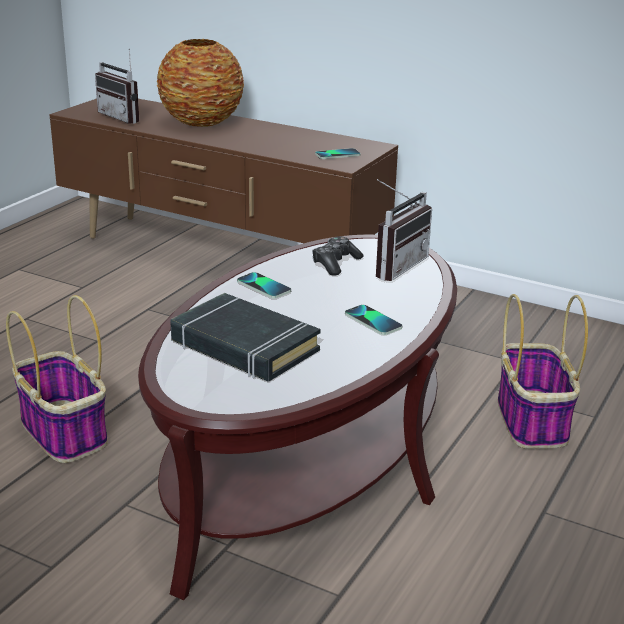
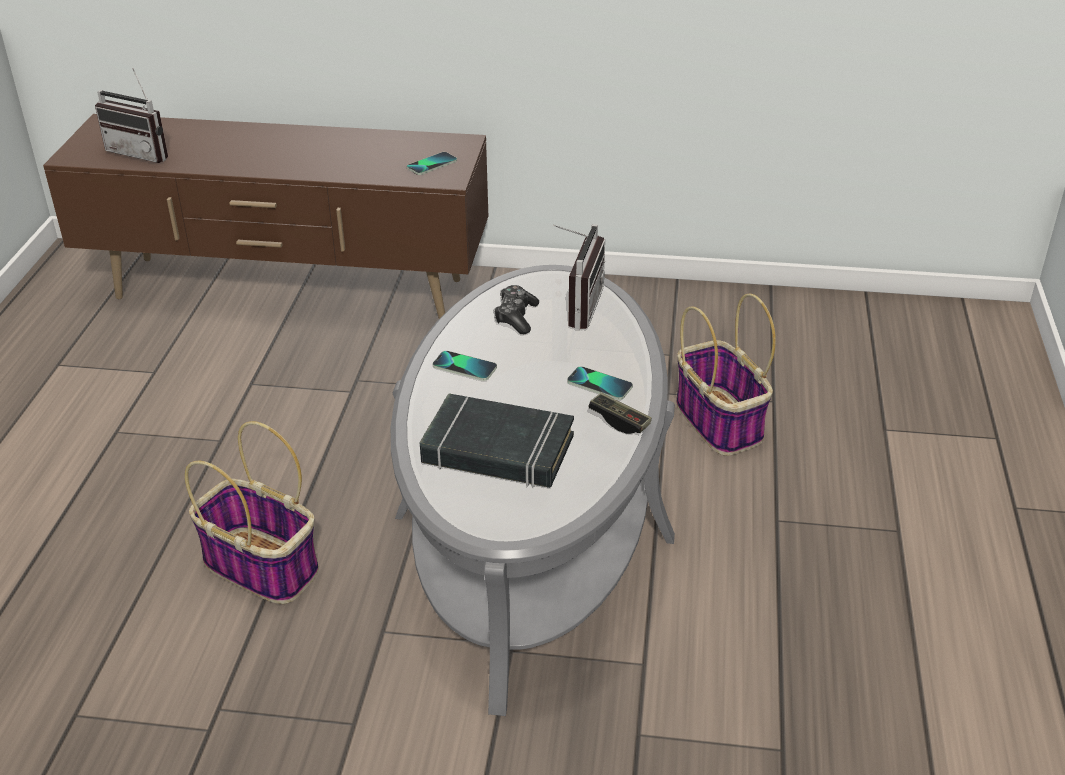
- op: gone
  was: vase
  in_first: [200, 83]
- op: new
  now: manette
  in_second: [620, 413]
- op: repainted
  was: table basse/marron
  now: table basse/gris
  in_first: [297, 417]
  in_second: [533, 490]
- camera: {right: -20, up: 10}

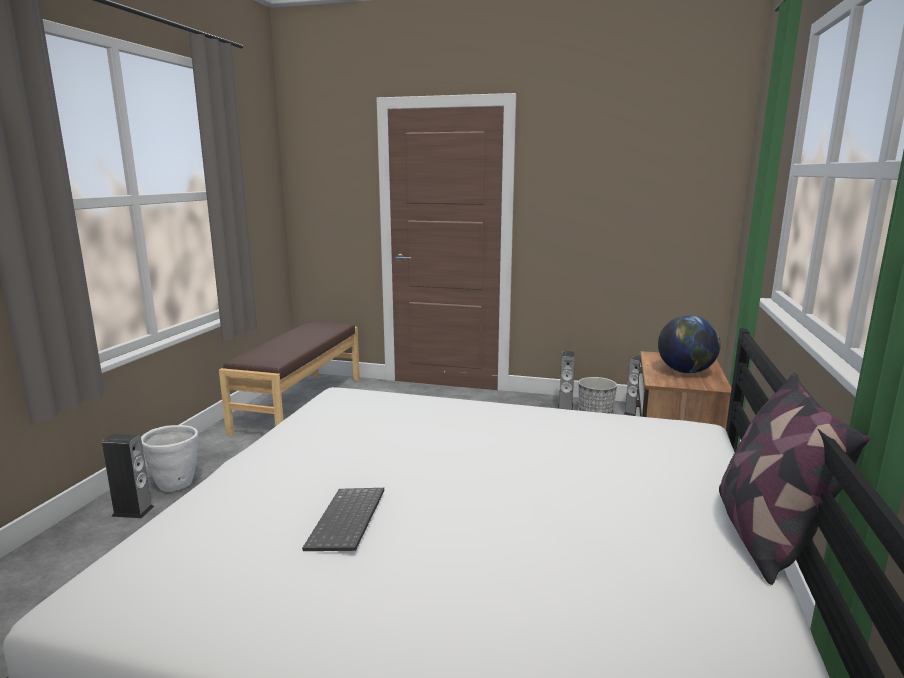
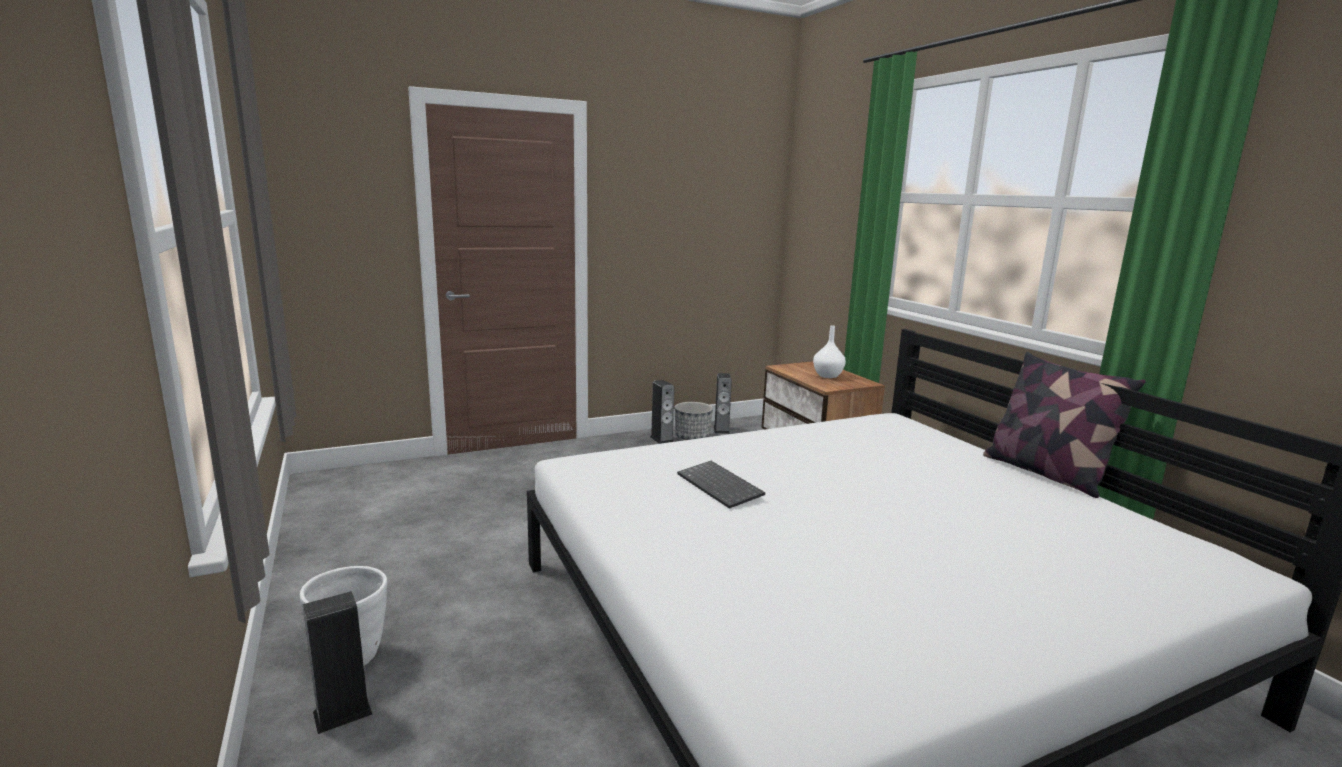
- op: gone
  was: banc/marron
  in_first: [289, 378]
- op: shifted
  was: clavier
  in_first: [343, 519]
  in_second: [721, 485]
- op: swapped
  was: globe
  now: vase/blanc
  in_first: [689, 344]
  in_second: [829, 351]
- camera: {right: -40, up: 0}

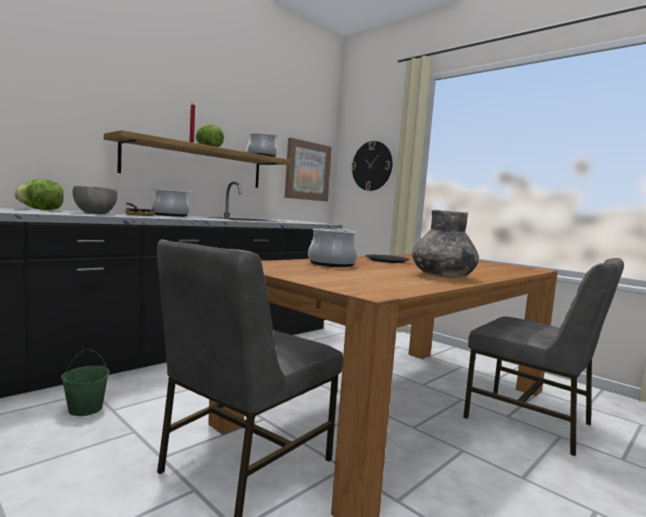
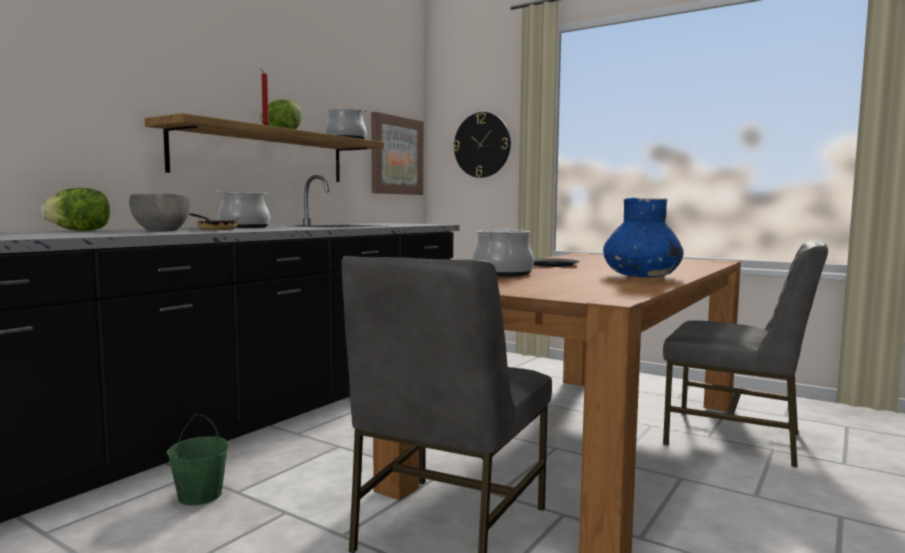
- op: repainted
  was: vase/gris
  now: vase/bleu
  in_first: [445, 244]
  in_second: [643, 237]
- camera: {right: -10, up: 0}

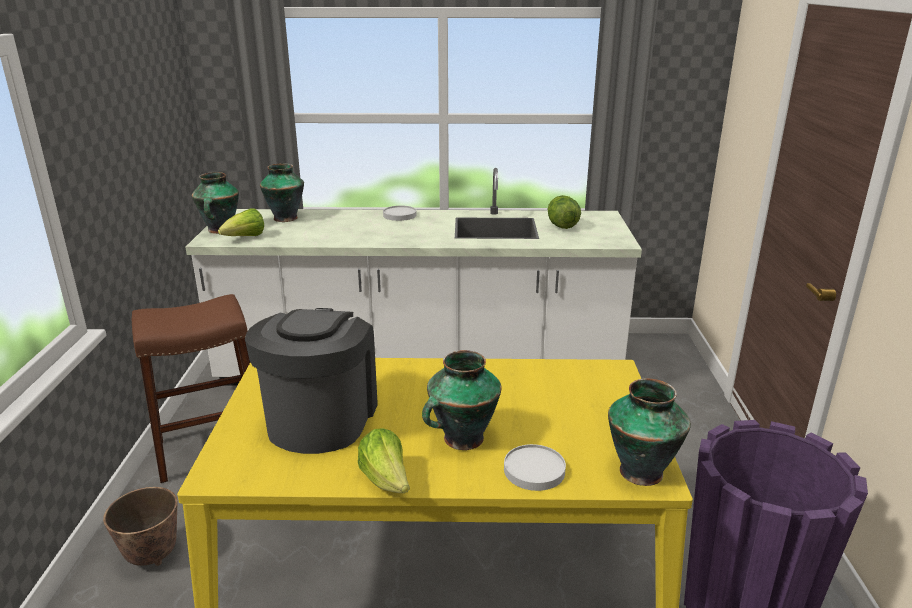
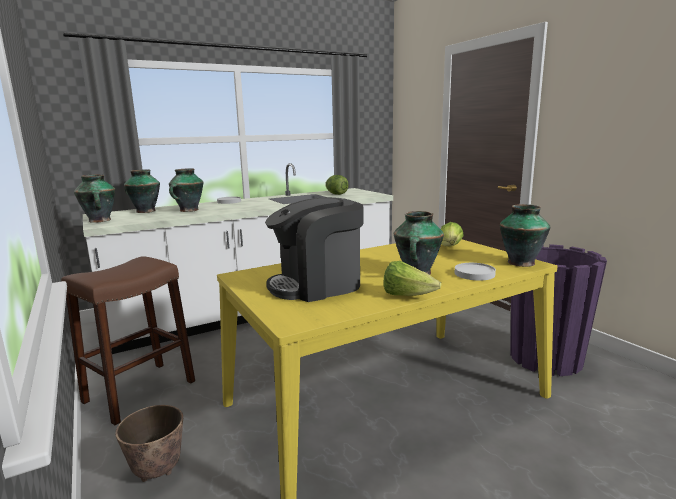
- op: new
  now: vase
  in_second: [186, 190]
- op: shifted
  was: laitue
  in_first: [241, 222]
  in_second: [452, 234]
- op: rotated
  was: machine à café
  in_first: [311, 381]
  in_second: [314, 249]
  clockwise: -90
- camera: {right: -30, up: -10}

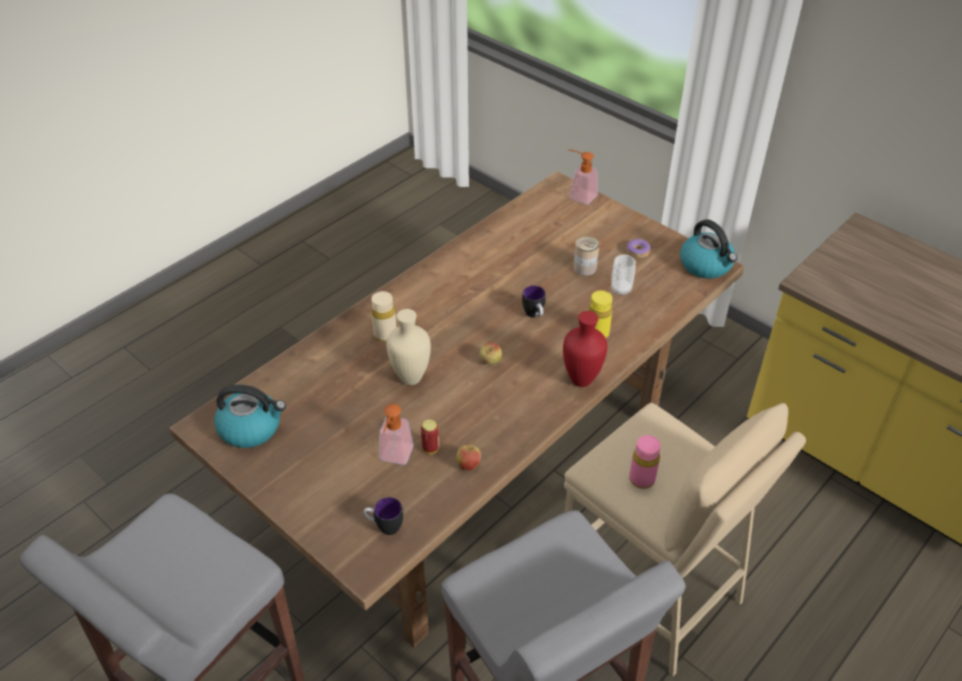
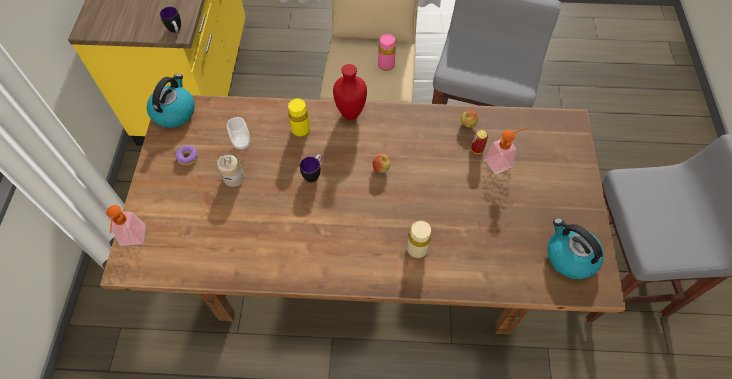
- op: gone
  was: vase/beige
  in_first: [409, 347]
- op: shifted
  was: mug
  in_first: [383, 516]
  in_second: [170, 20]
- camera: {right: -130, up: 15}

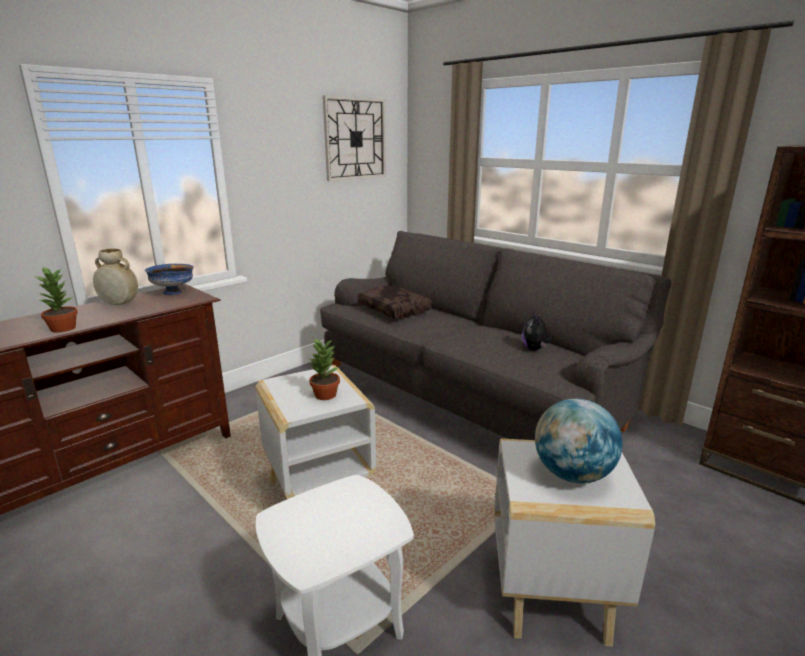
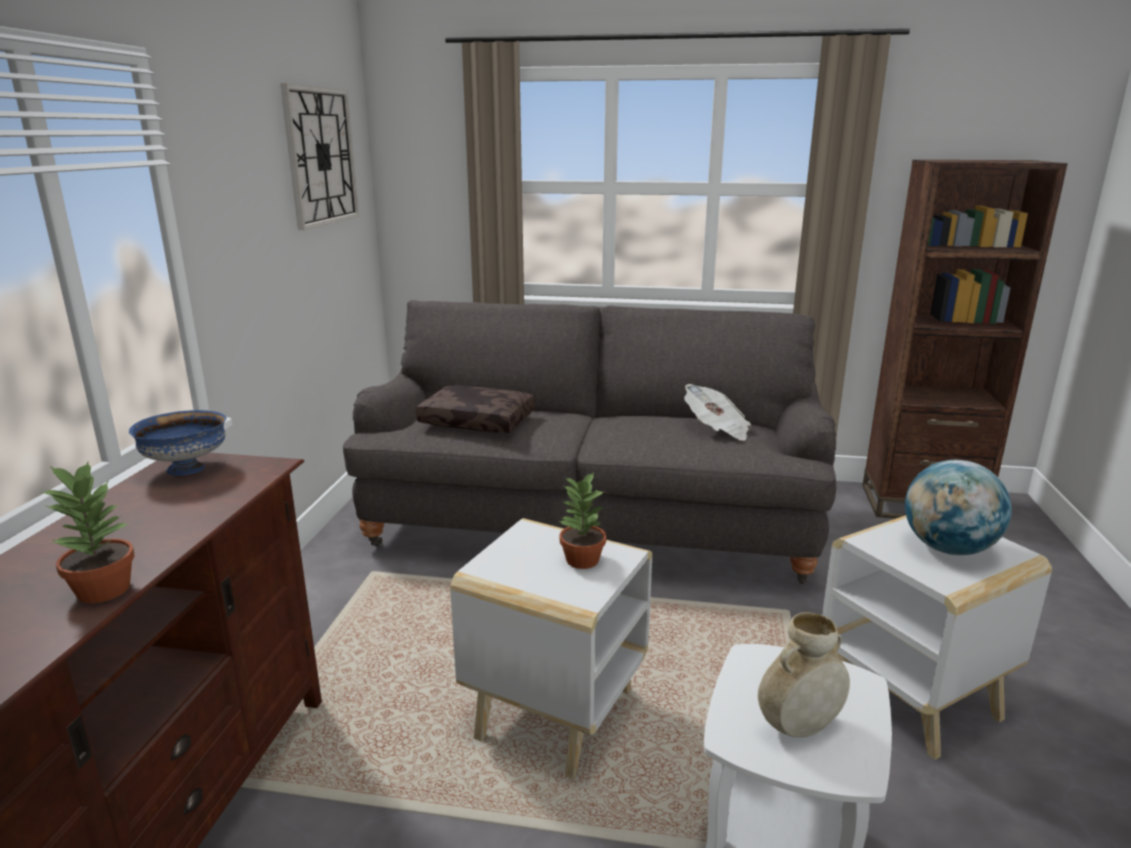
- op: shifted
  was: vase/beige
  in_first: [115, 276]
  in_second: [804, 675]
- op: swapped
  was: peluche
  now: journal
  in_first: [537, 331]
  in_second: [717, 412]
- camera: {right: -35, up: 0}

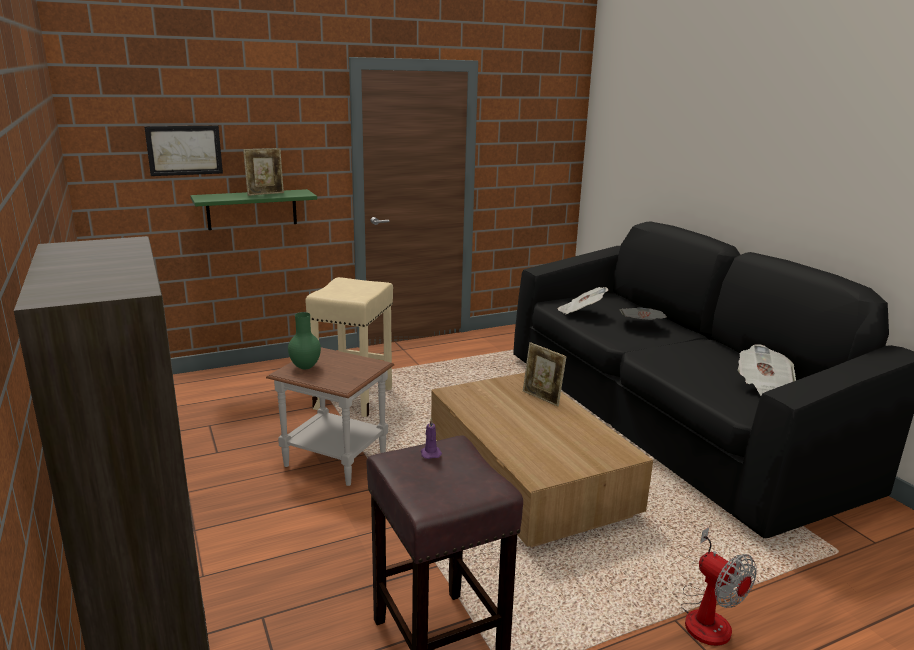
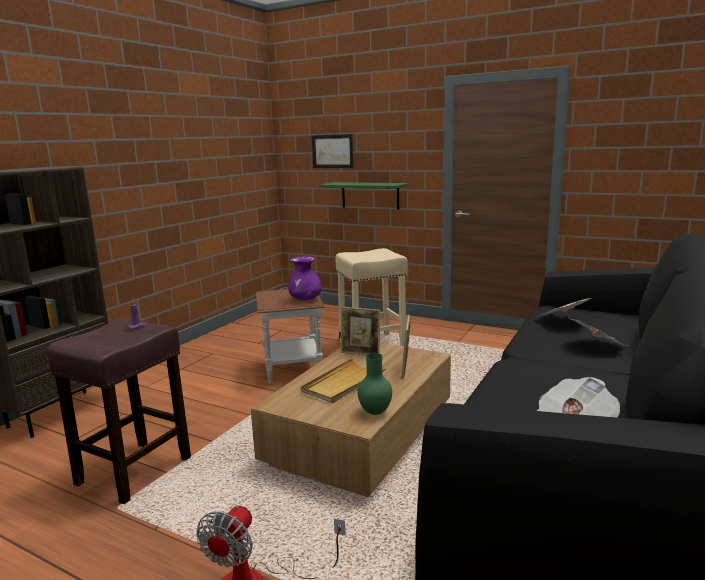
- op: new
  now: vase/violet
  in_second: [305, 278]
- op: new
  now: plateau/beige
  in_second: [343, 380]
- op: shifted
  was: cadre photo
  in_first: [263, 172]
  in_second: [361, 331]
- op: shifted
  was: vase/vert
  in_first: [304, 340]
  in_second: [374, 384]
- camera: {right: 55, up: -5}

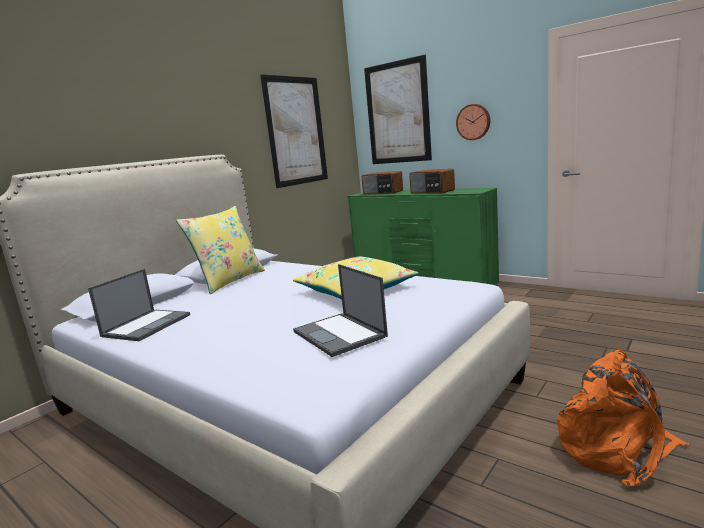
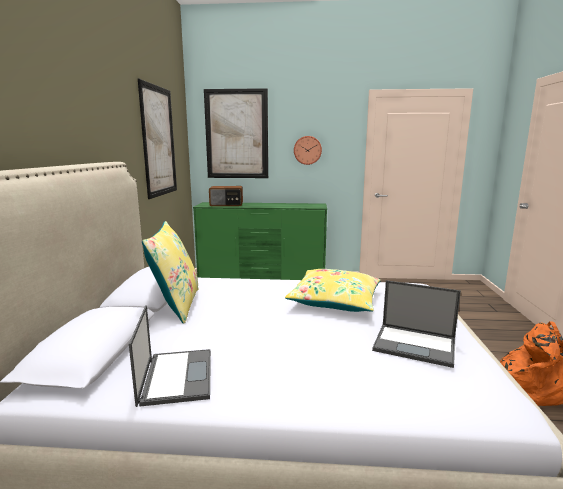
- op: gone
  was: radio
  in_first: [432, 181]
- camera: {right: -35, up: 0}

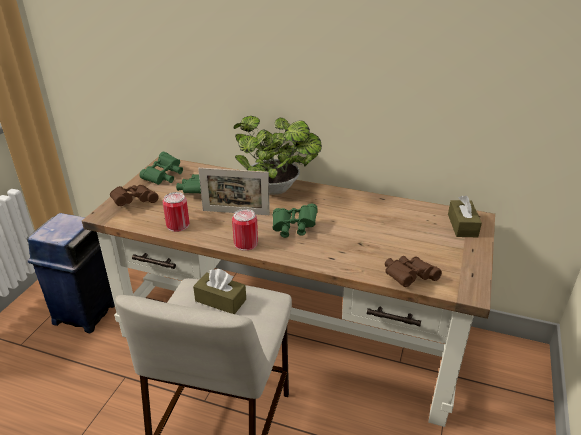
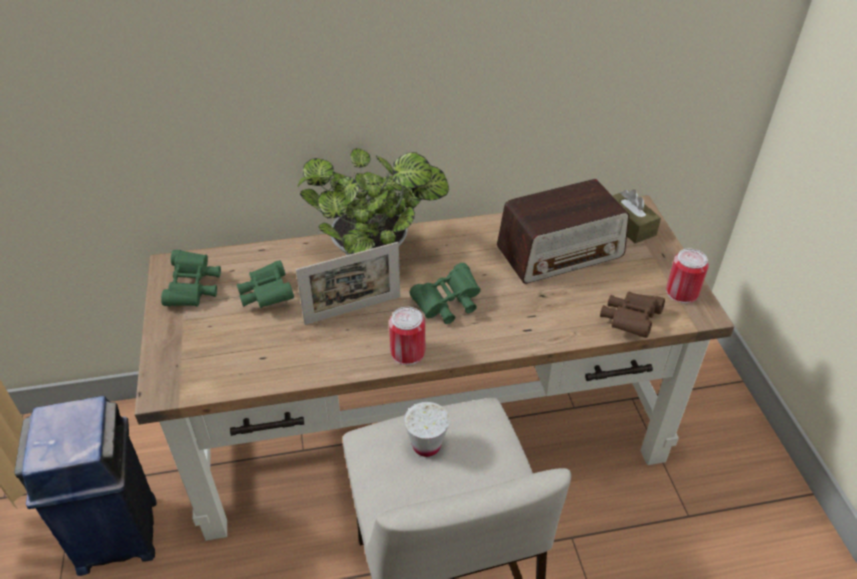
- op: gone
  was: jumelles/marron
  in_first: [134, 195]
- op: new
  now: radio
  in_second: [563, 231]
- op: shifted
  was: boîte métallique
  in_first: [176, 212]
  in_second: [687, 276]
- op: swapped
  was: boîte à mouchoirs/marron
  now: tasse/blanc
  in_first: [219, 291]
  in_second: [427, 429]
- camera: {right: -30, up: 10}

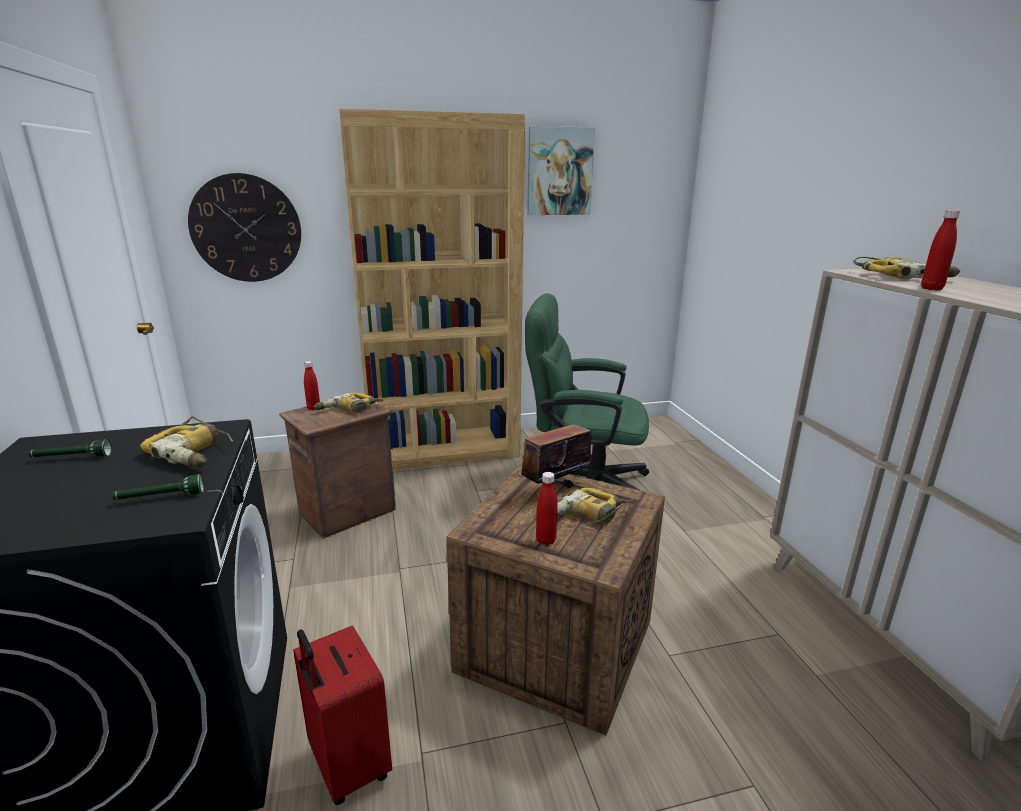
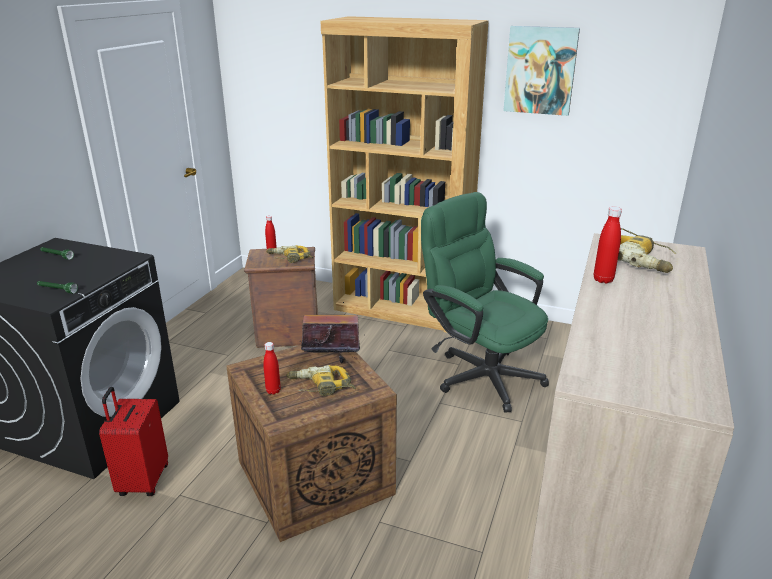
- op: gone
  was: perceuse
  in_first: [186, 442]
- op: gone
  was: horloge murale
  in_first: [244, 227]
- camera: {right: 35, up: 5}

